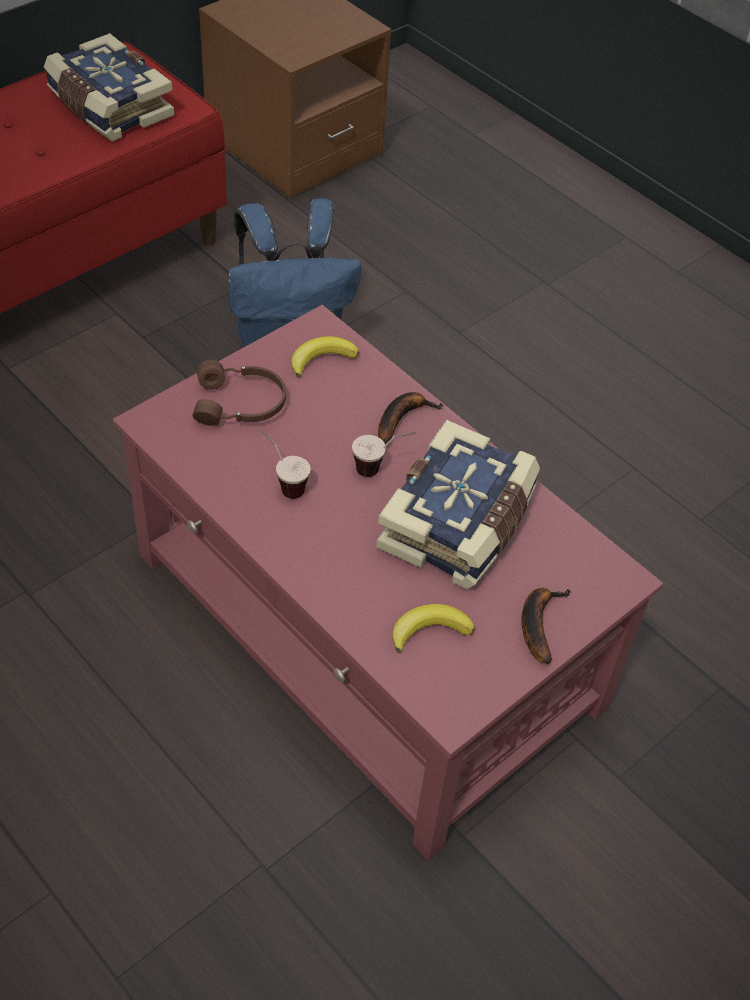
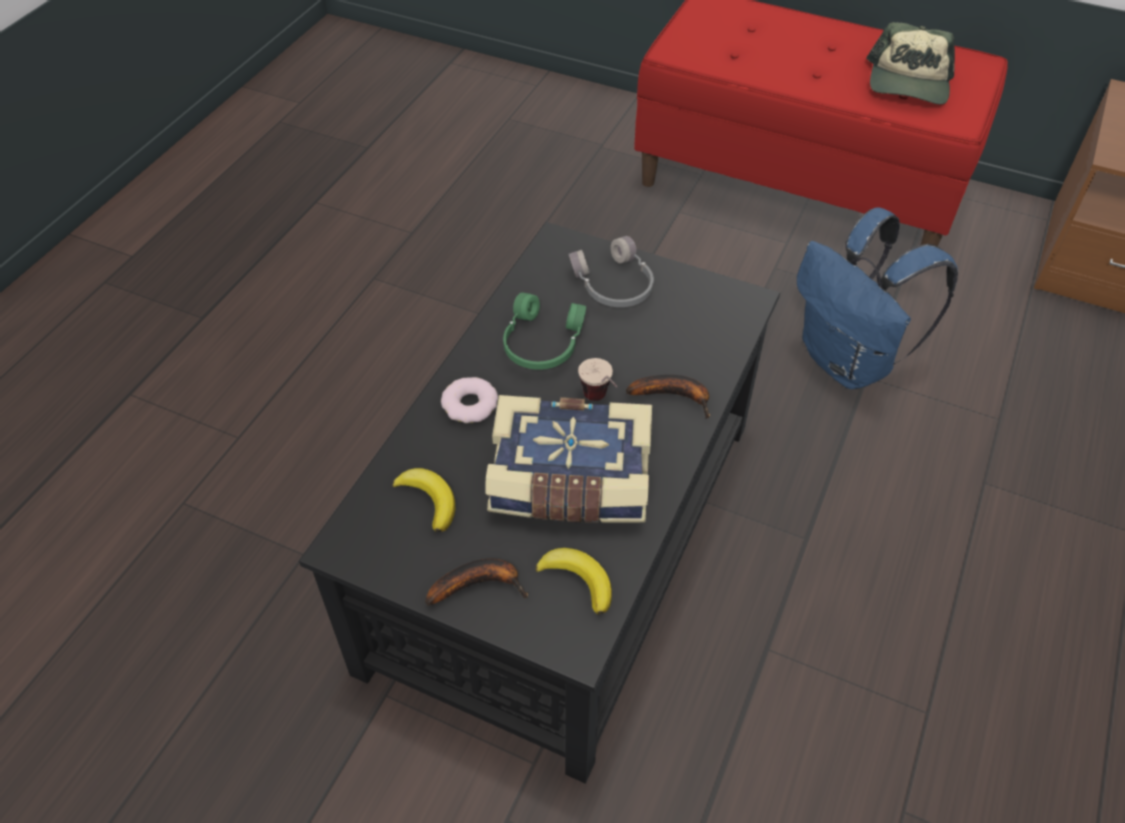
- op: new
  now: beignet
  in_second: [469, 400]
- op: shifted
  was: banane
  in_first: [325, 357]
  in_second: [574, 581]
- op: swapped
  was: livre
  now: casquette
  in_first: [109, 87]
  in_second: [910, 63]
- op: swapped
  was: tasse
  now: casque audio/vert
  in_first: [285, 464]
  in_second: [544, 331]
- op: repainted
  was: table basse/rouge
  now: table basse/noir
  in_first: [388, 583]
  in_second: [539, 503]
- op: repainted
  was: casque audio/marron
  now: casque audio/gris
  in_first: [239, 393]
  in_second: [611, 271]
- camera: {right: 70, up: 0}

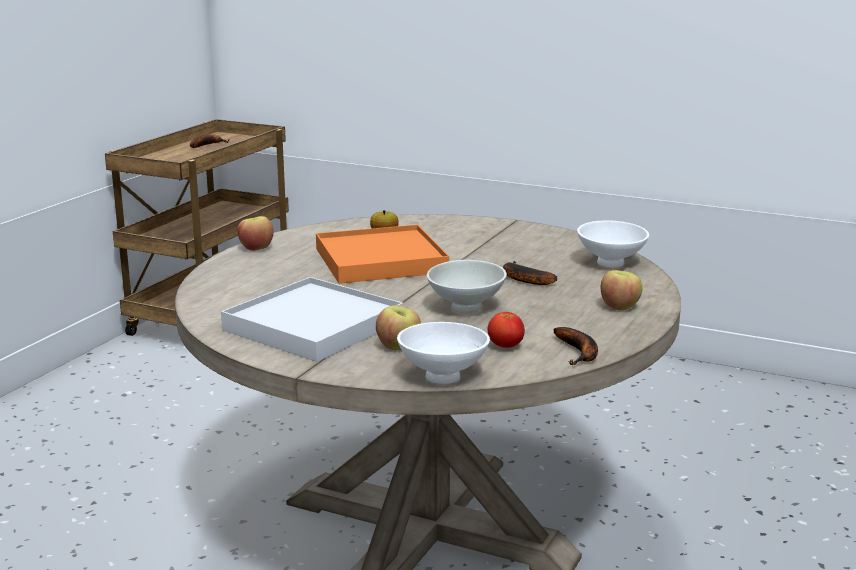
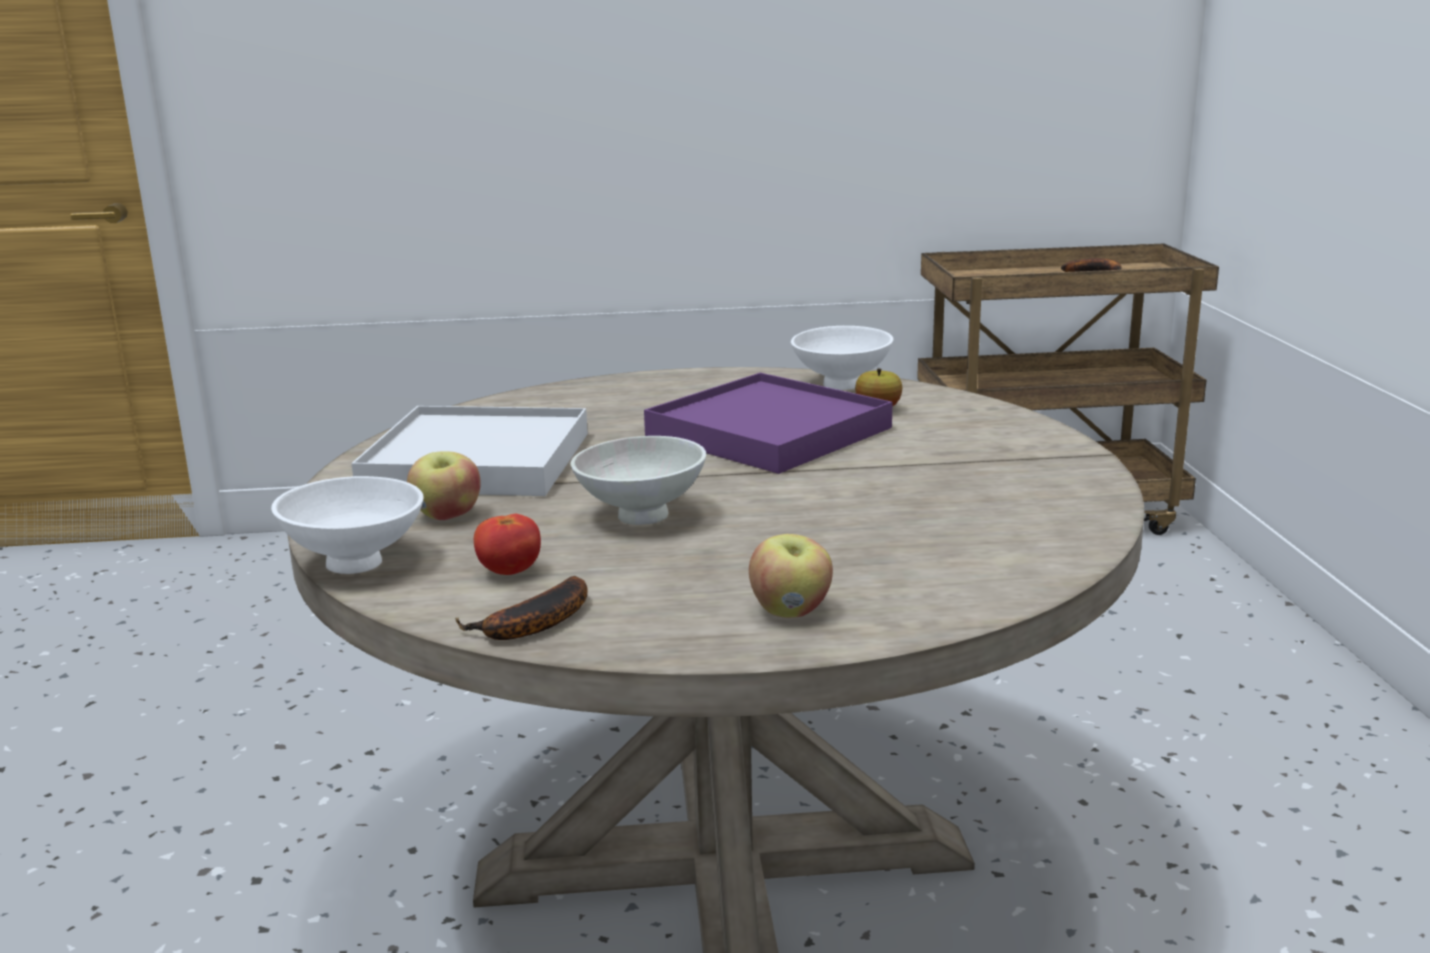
- op: gone
  was: pomme
  in_first: [256, 233]
- op: gone
  was: banane
  in_first: [530, 273]
- op: shifted
  was: bol/blanc
  in_first: [613, 243]
  in_second: [842, 358]
- op: repainted
  was: plateau/orange
  now: plateau/violet
  in_first: [382, 254]
  in_second: [768, 423]
- camera: {right: 60, up: 0}

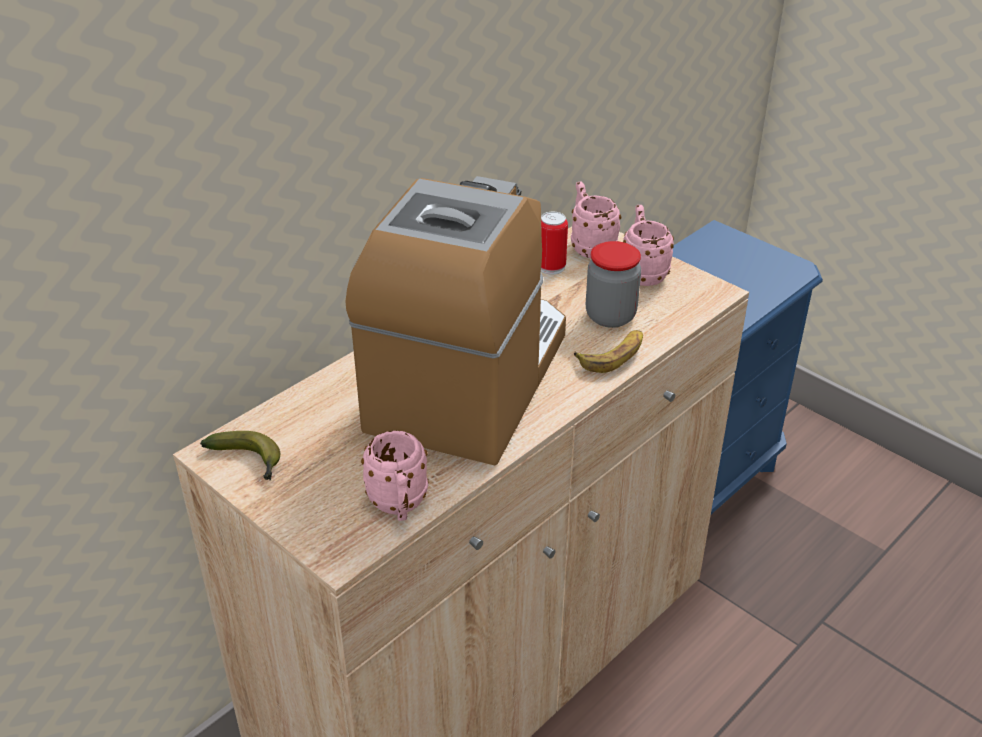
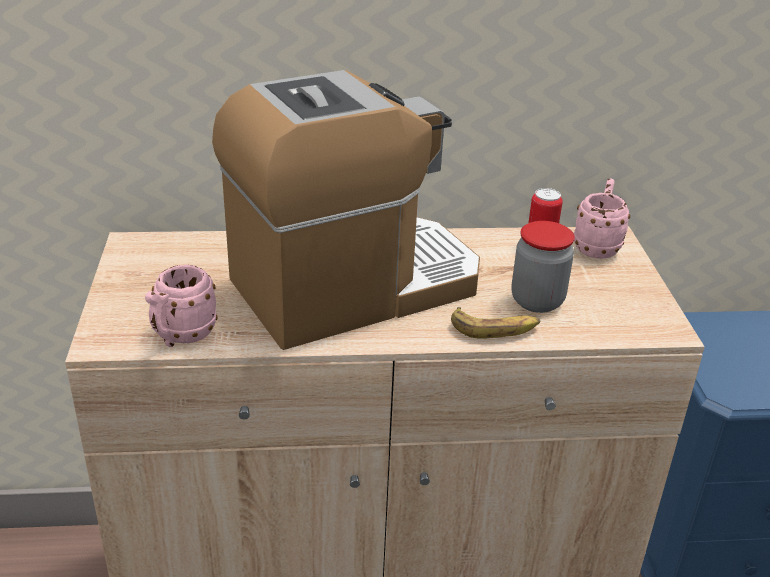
- op: gone
  was: banane
  in_first: [240, 455]
- op: gone
  was: mug/rose
  in_first: [648, 245]
- camera: {right: 40, up: -5}

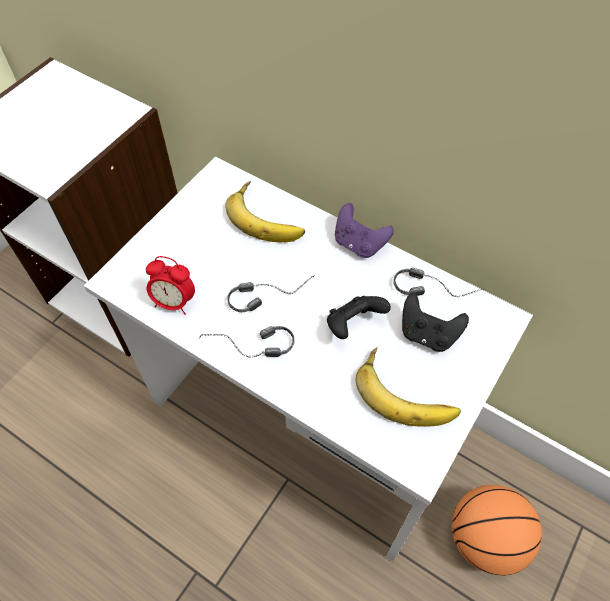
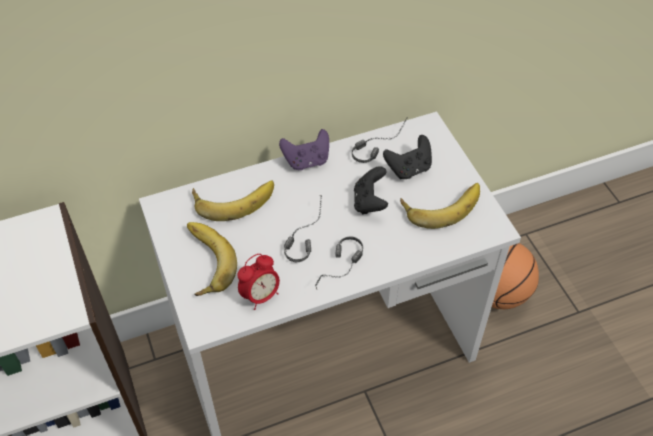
- op: new
  now: banane
  in_second: [212, 259]
- camera: {right: -55, up: -5}

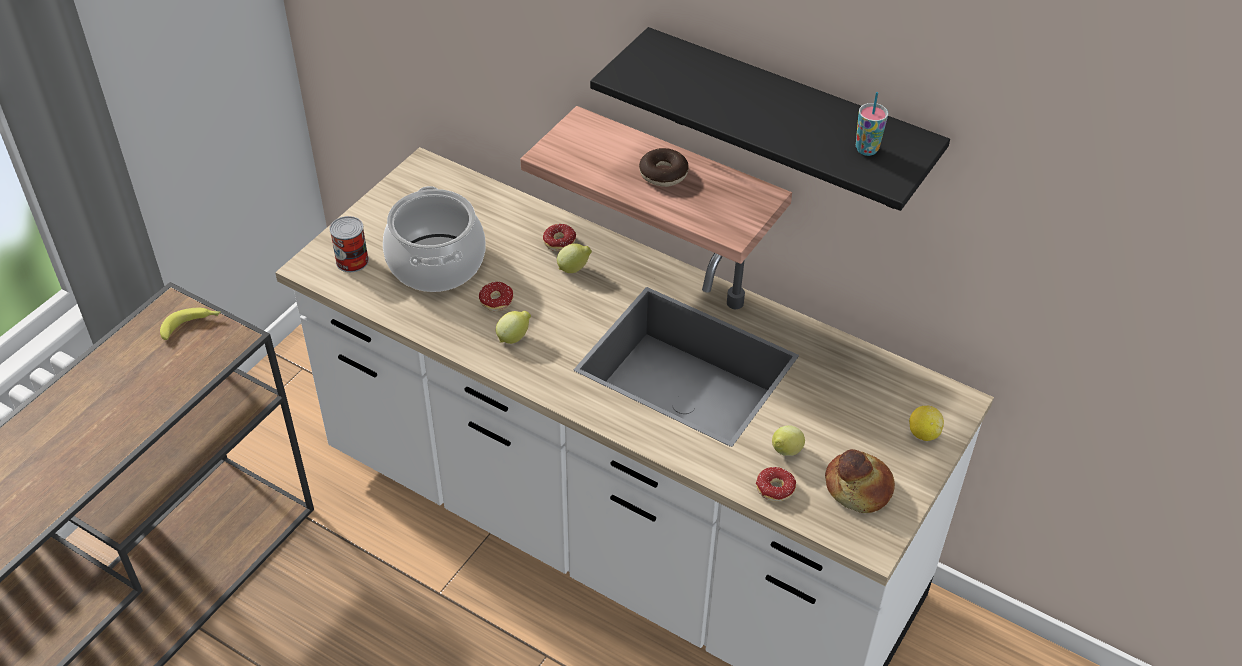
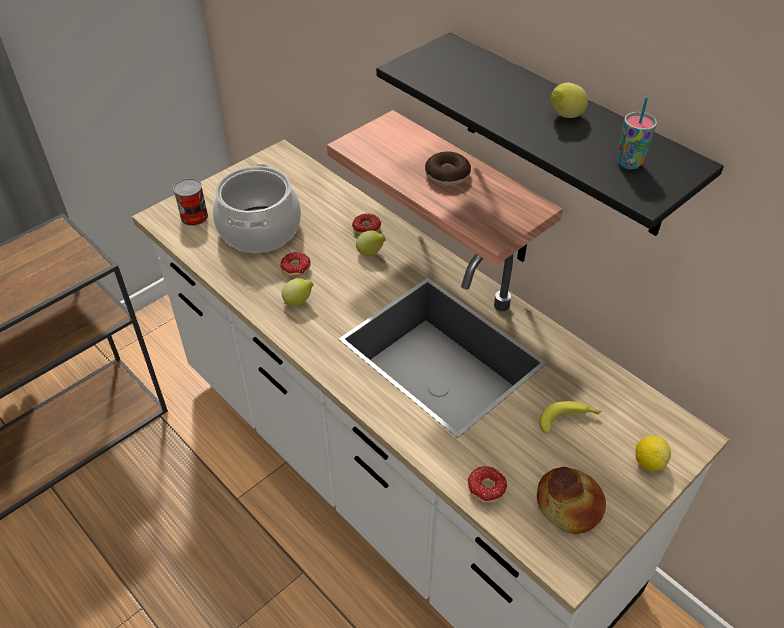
- op: shifted
  was: banane
  in_first: [190, 324]
  in_second: [570, 417]
- op: shifted
  was: citron
  in_first: [788, 440]
  in_second: [569, 100]
- camera: {right: 15, up: 0}

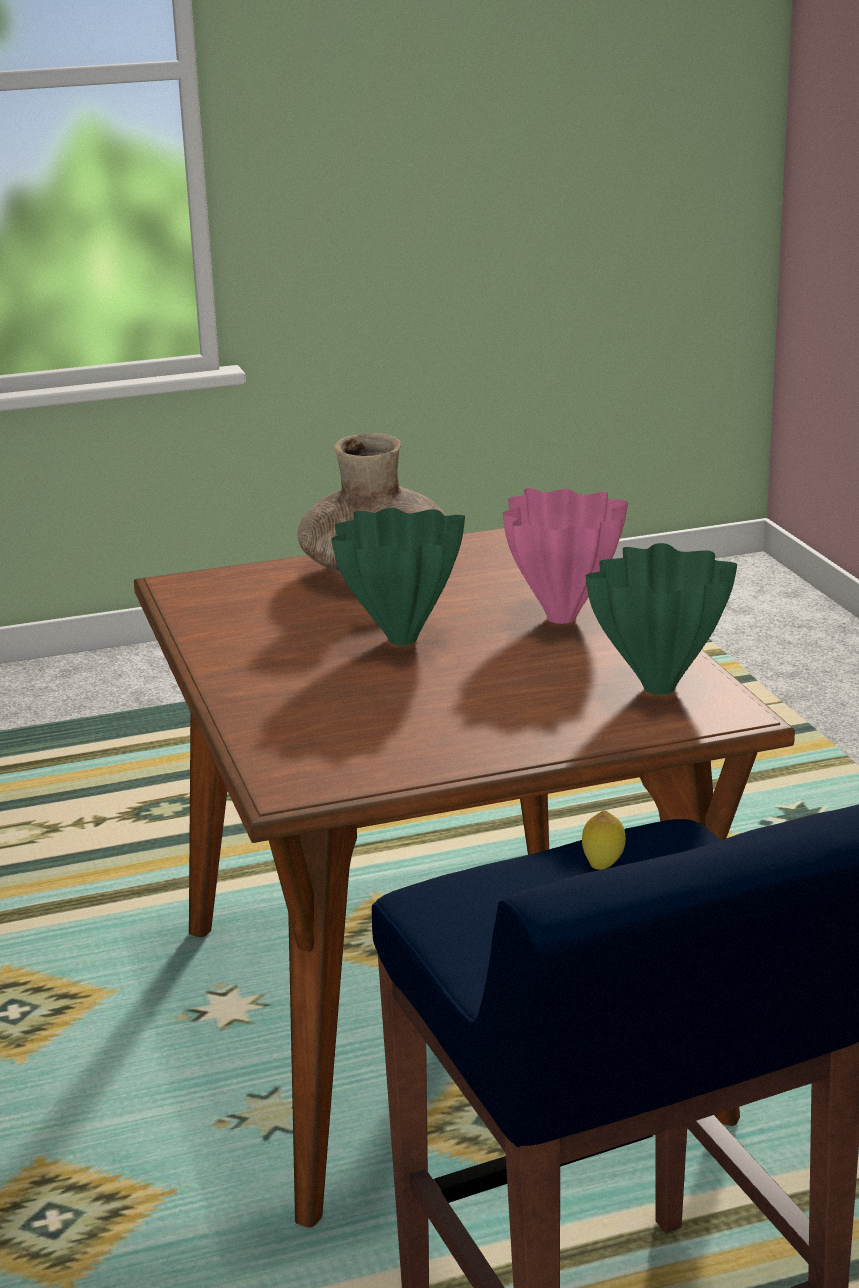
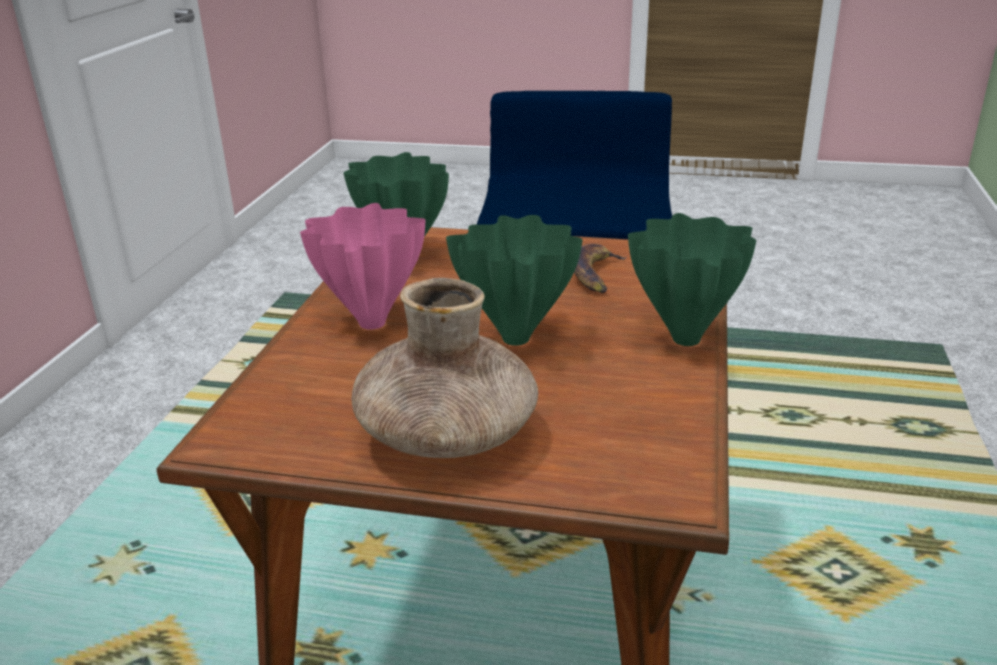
- op: gone
  was: citron
  in_first: [604, 840]
- op: new
  now: banane
  in_second: [600, 268]
- op: new
  now: vase/vert
  in_second: [692, 279]
- camera: {right: -150, up: 5}

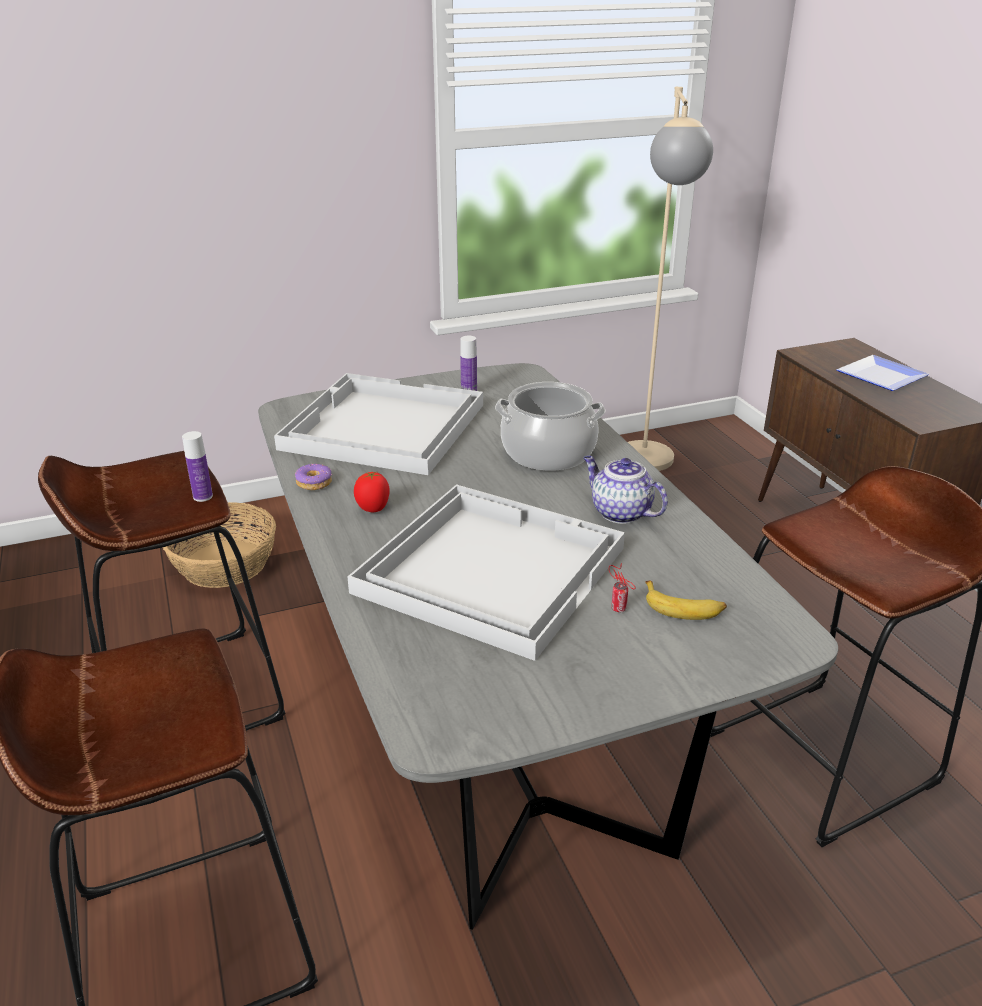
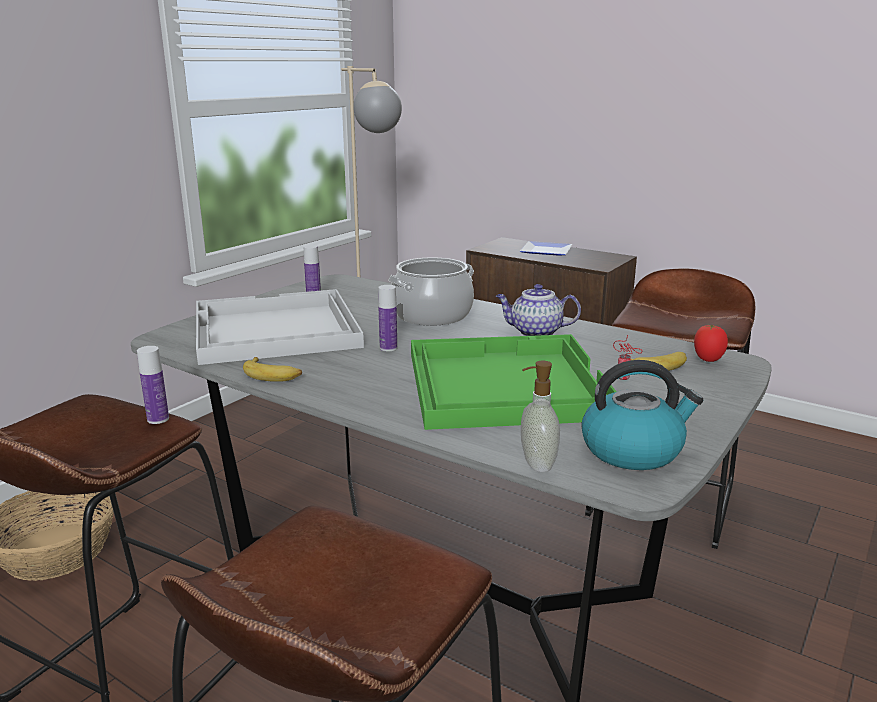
- op: new
  now: bouteille
  in_second: [387, 318]
- op: new
  now: distributeur de savon
  in_second: [540, 416]
- op: new
  now: bouilloire
  in_second: [642, 415]
- op: shifted
  was: tomate
  in_first: [372, 492]
  in_second: [711, 343]
- op: swapped
  was: beignet
  now: banane
  in_first: [313, 477]
  in_second: [272, 369]
- op: repainted
  was: plateau/blanc
  now: plateau/vert
  in_first: [486, 572]
  in_second: [513, 382]
- camera: {right: -35, up: -10}

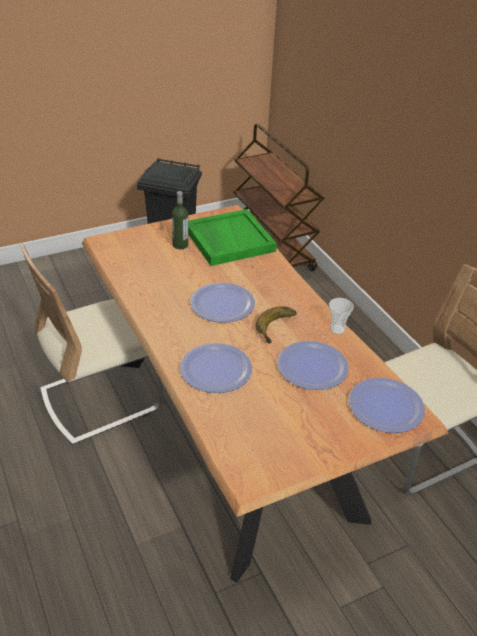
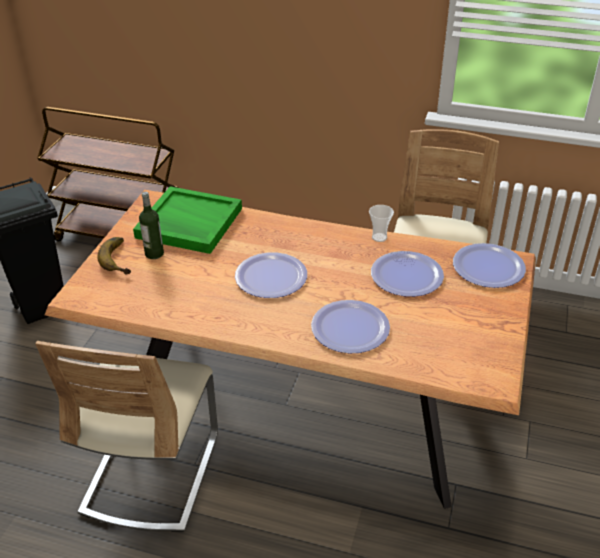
- op: shifted
  was: banane
  in_first: [276, 325]
  in_second: [114, 256]
- camera: {right: -45, up: 0}

